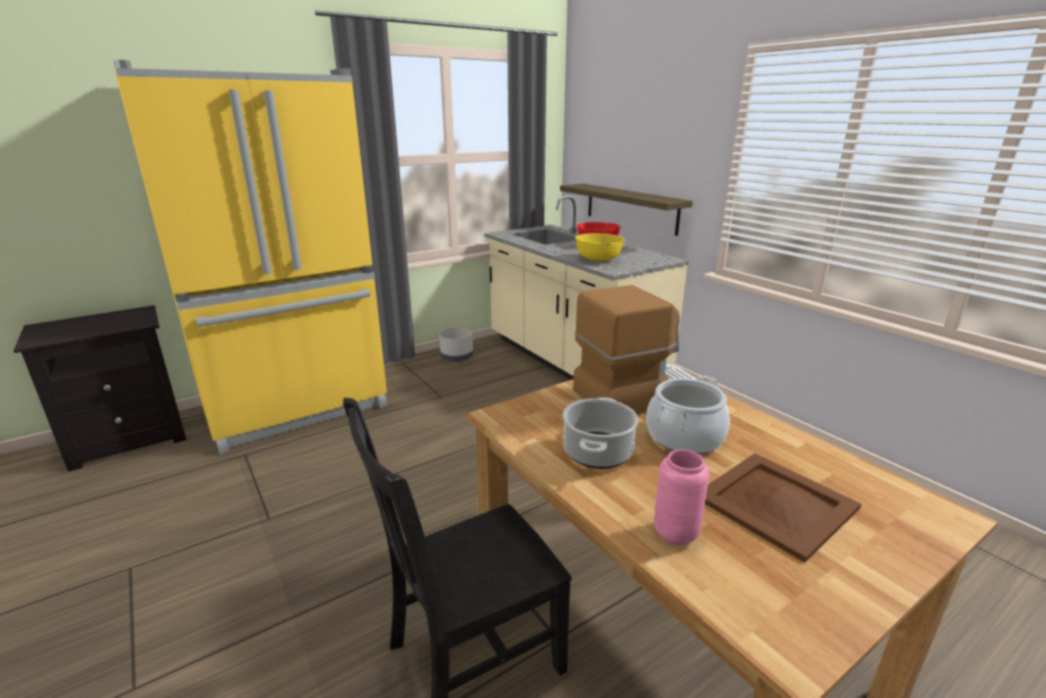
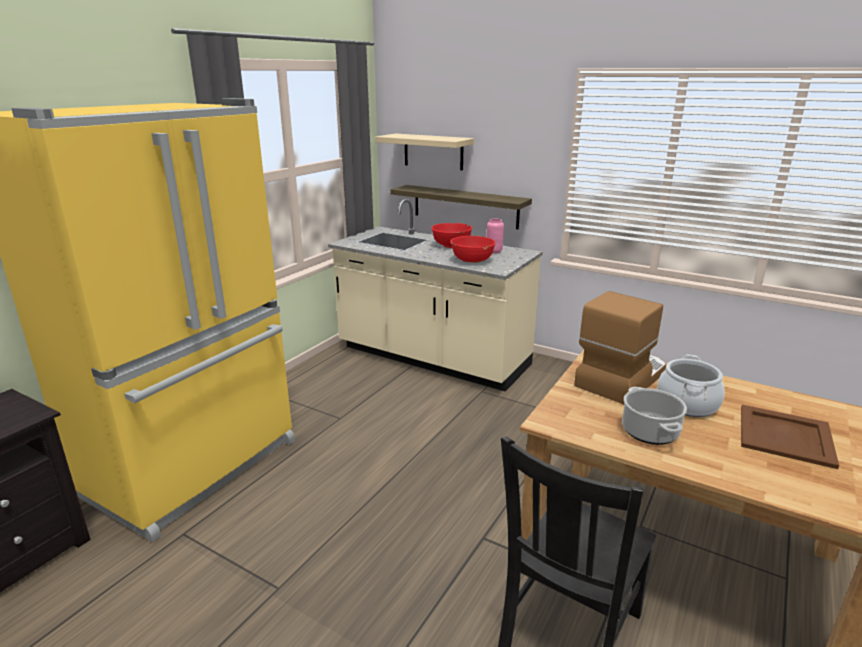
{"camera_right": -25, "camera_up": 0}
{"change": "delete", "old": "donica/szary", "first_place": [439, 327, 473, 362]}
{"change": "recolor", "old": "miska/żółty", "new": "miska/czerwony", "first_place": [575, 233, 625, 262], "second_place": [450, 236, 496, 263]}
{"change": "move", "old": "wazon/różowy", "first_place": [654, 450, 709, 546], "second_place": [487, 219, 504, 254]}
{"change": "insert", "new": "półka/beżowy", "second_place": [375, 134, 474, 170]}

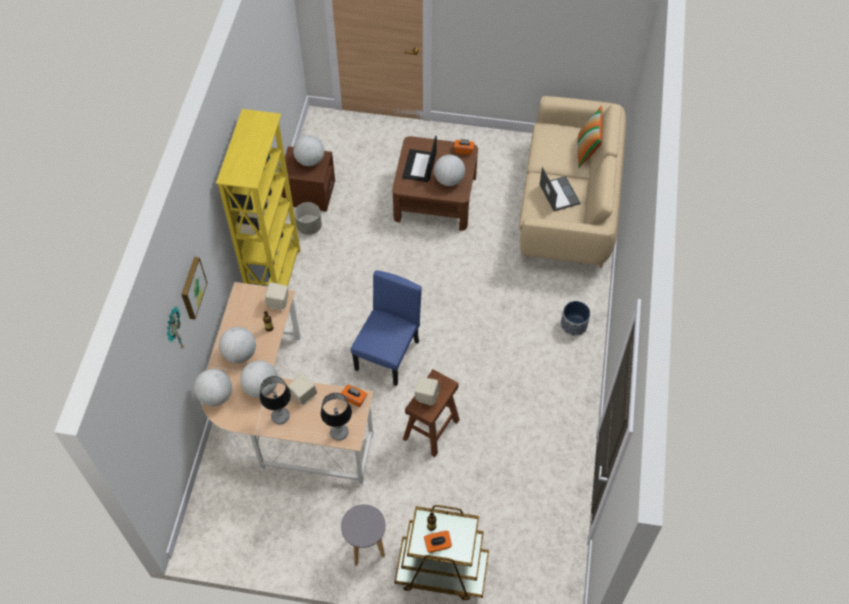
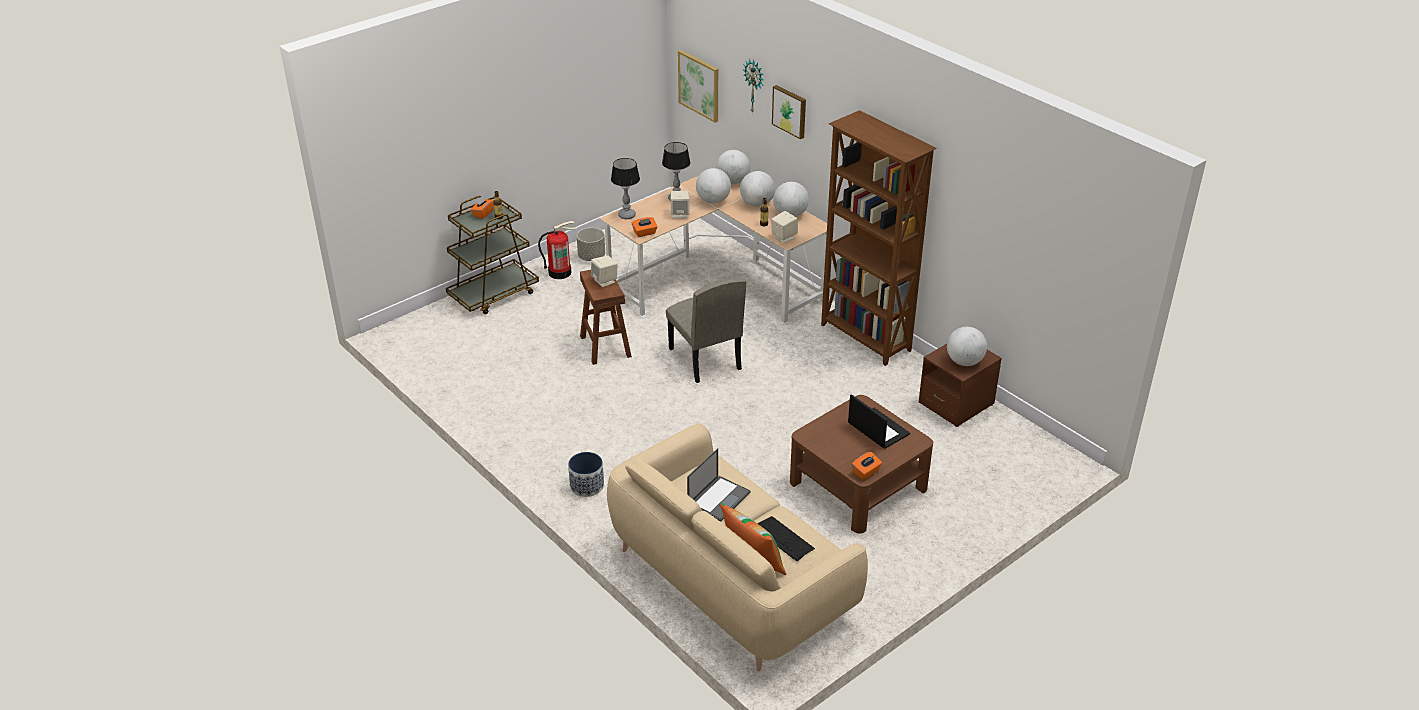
{"camera_right": 130, "camera_up": -20}
{"change": "recolor", "old": "regał/żółty", "new": "regał/brązowy", "first_place": [216, 109, 301, 287], "second_place": [821, 110, 937, 366]}
{"change": "move", "old": "donica/szary", "first_place": [294, 202, 322, 235], "second_place": [577, 228, 605, 261]}
{"change": "replace", "old": "stołek/szary", "new": "gaśnica", "first_place": [341, 504, 386, 566], "second_place": [538, 221, 577, 279]}
{"change": "recolor", "old": "krzesło/niebieski", "new": "krzesło/beżowy", "first_place": [351, 270, 422, 386], "second_place": [666, 278, 746, 383]}
{"change": "move", "old": "globus", "first_place": [434, 155, 465, 186], "second_place": [773, 182, 809, 217]}
{"change": "rotate", "old": "laptop", "first_place": [539, 167, 581, 212], "second_place": [687, 448, 751, 522], "degrees": -75}
{"change": "insert", "new": "obraz", "second_place": [678, 50, 718, 123]}
{"change": "insert", "new": "klawiatura", "second_place": [757, 516, 815, 561]}

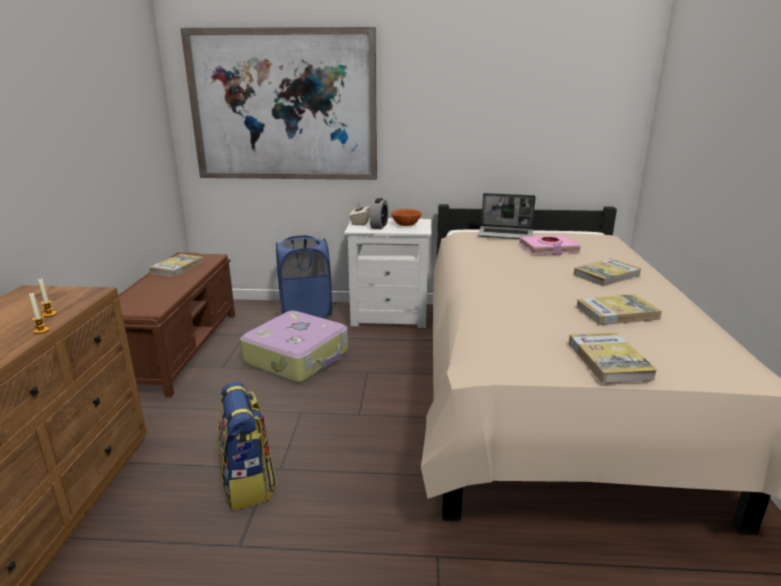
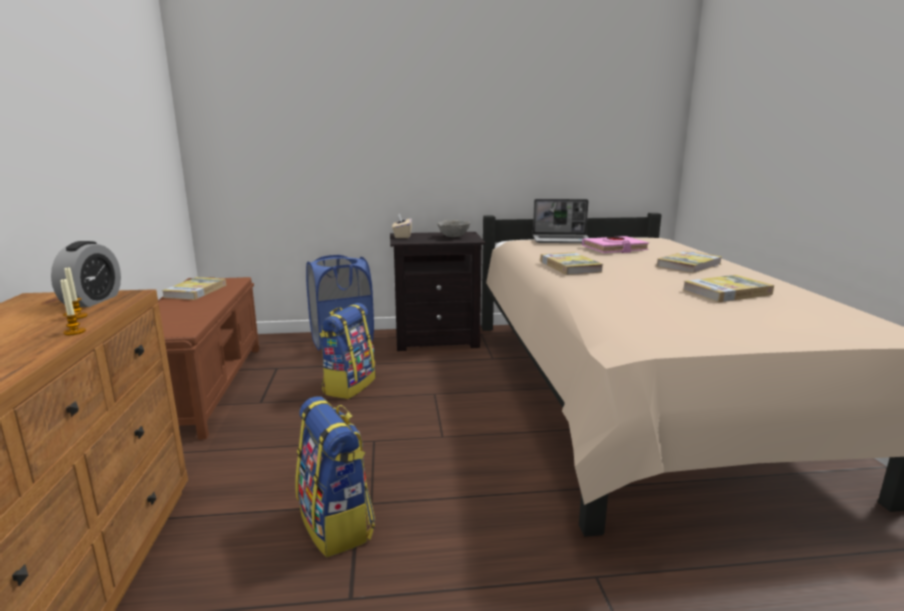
{"camera_right": -10, "camera_up": -5}
{"change": "delete", "old": "obraz", "first_place": [180, 27, 377, 180]}
{"change": "replace", "old": "walizka", "new": "plecak", "first_place": [240, 311, 348, 382], "second_place": [320, 303, 376, 399]}
{"change": "recolor", "old": "szafka nocna/biały", "new": "szafka nocna/czarny", "first_place": [344, 218, 432, 328], "second_place": [390, 232, 486, 351]}
{"change": "move", "old": "budzik", "first_place": [370, 198, 388, 229], "second_place": [51, 241, 121, 307]}
{"change": "recolor", "old": "miska/pomarańczowy", "new": "miska/szary", "first_place": [391, 209, 422, 226], "second_place": [437, 220, 470, 237]}
{"change": "move", "old": "książka", "first_place": [569, 332, 657, 383], "second_place": [540, 252, 603, 275]}

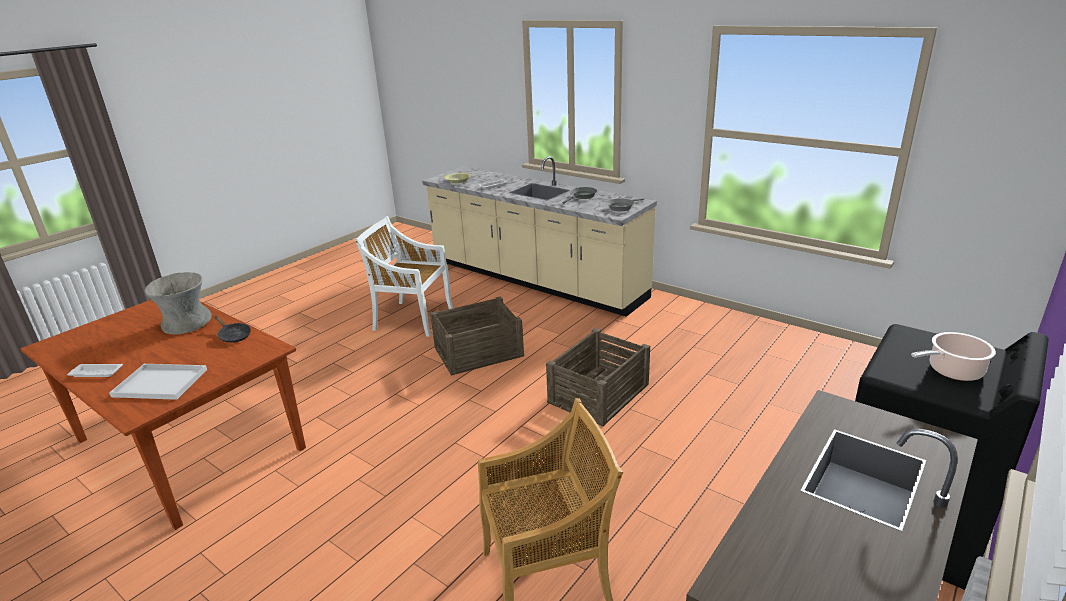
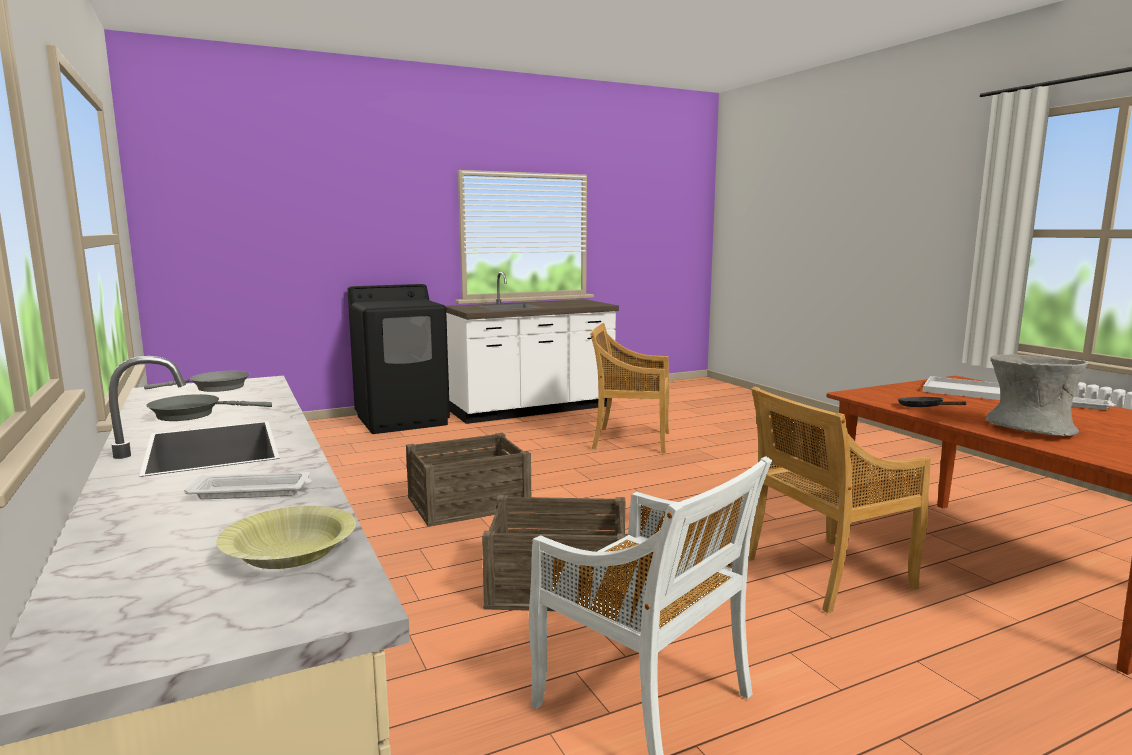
{"camera_right": -155, "camera_up": -15}
{"change": "delete", "old": "garnek", "first_place": [911, 332, 996, 381]}
{"change": "insert", "new": "krzesło/beżowy", "second_place": [749, 387, 931, 613]}

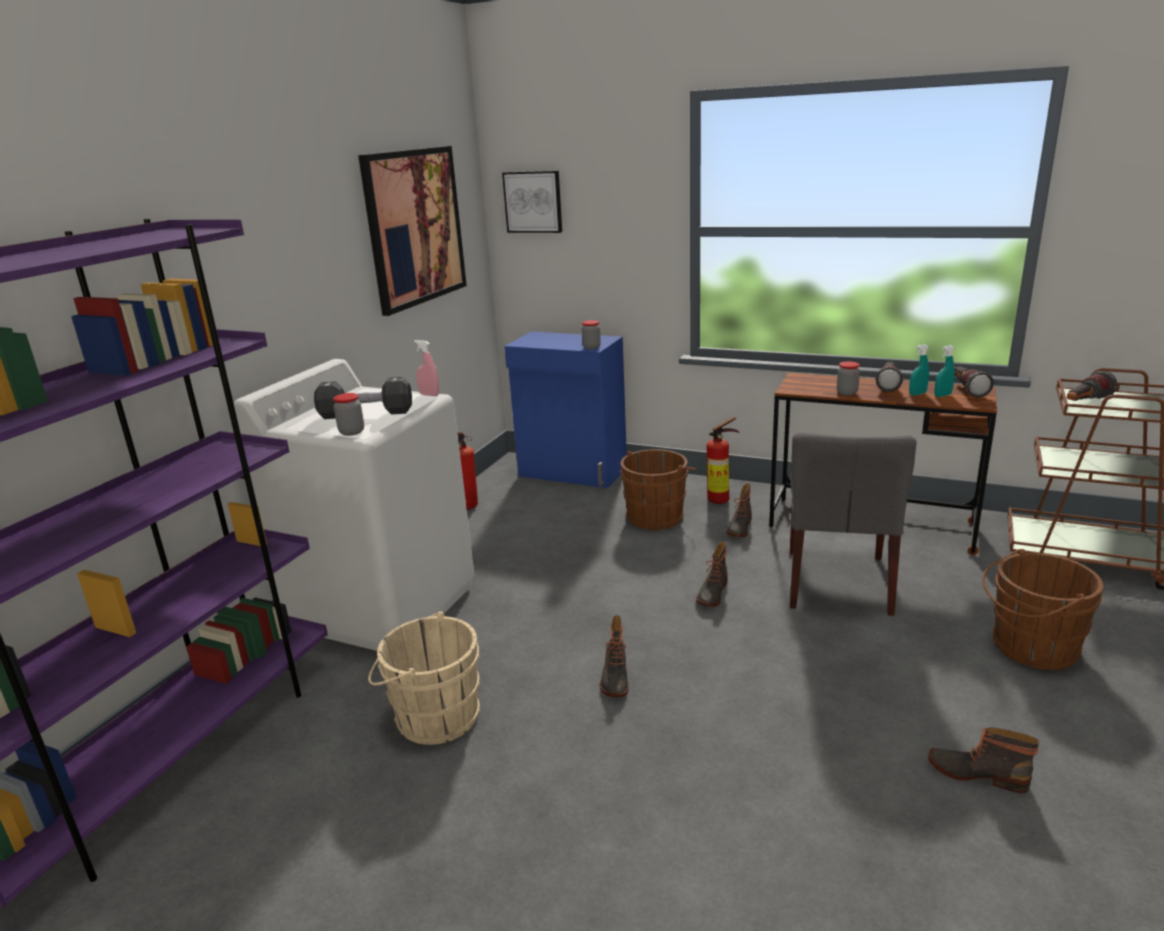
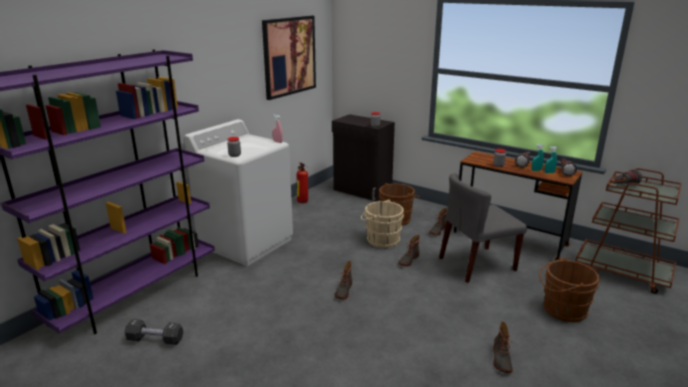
{"camera_right": 10, "camera_up": 0}
{"change": "move", "old": "hantel/czarny", "first_place": [314, 377, 412, 419], "second_place": [125, 319, 183, 345]}
{"change": "move", "old": "wiadro/beżowy", "first_place": [368, 612, 480, 745], "second_place": [361, 200, 404, 248]}
{"change": "delete", "old": "obraz", "first_place": [502, 171, 562, 233]}
{"change": "recolor", "old": "szafka/niebieski", "new": "szafka/czarny", "first_place": [504, 332, 627, 488], "second_place": [332, 114, 395, 202]}
{"change": "delete", "old": "gaśnica", "first_place": [706, 417, 740, 504]}
{"change": "rotate", "old": "krzesło/szary", "first_place": [790, 432, 917, 616], "second_place": [439, 173, 527, 283], "degrees": 45}
{"change": "rotate", "old": "but z cholewką", "first_place": [928, 727, 1040, 793], "second_place": [493, 322, 513, 373], "degrees": -120}

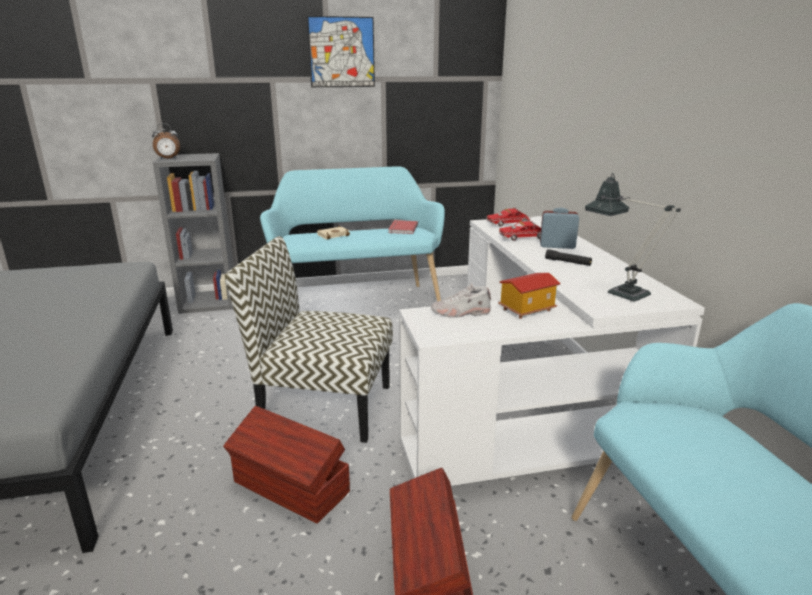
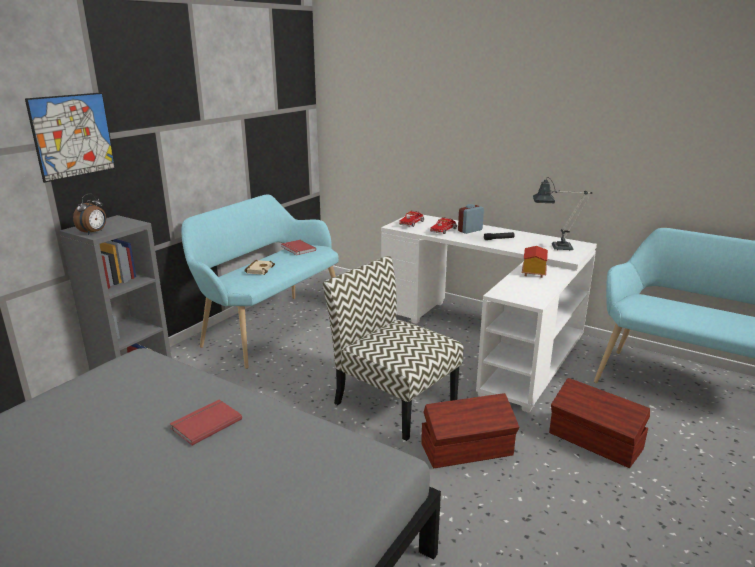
{"camera_right": -45, "camera_up": 0}
{"change": "rotate", "old": "krzesło", "first_place": [225, 236, 393, 443], "second_place": [323, 256, 463, 441], "degrees": 75}
{"change": "move", "old": "obraz", "first_place": [307, 16, 375, 87], "second_place": [25, 92, 116, 183]}
{"change": "delete", "old": "but/biały", "first_place": [431, 282, 491, 318]}
{"change": "insert", "new": "książka/czerwony", "second_place": [170, 400, 242, 446]}

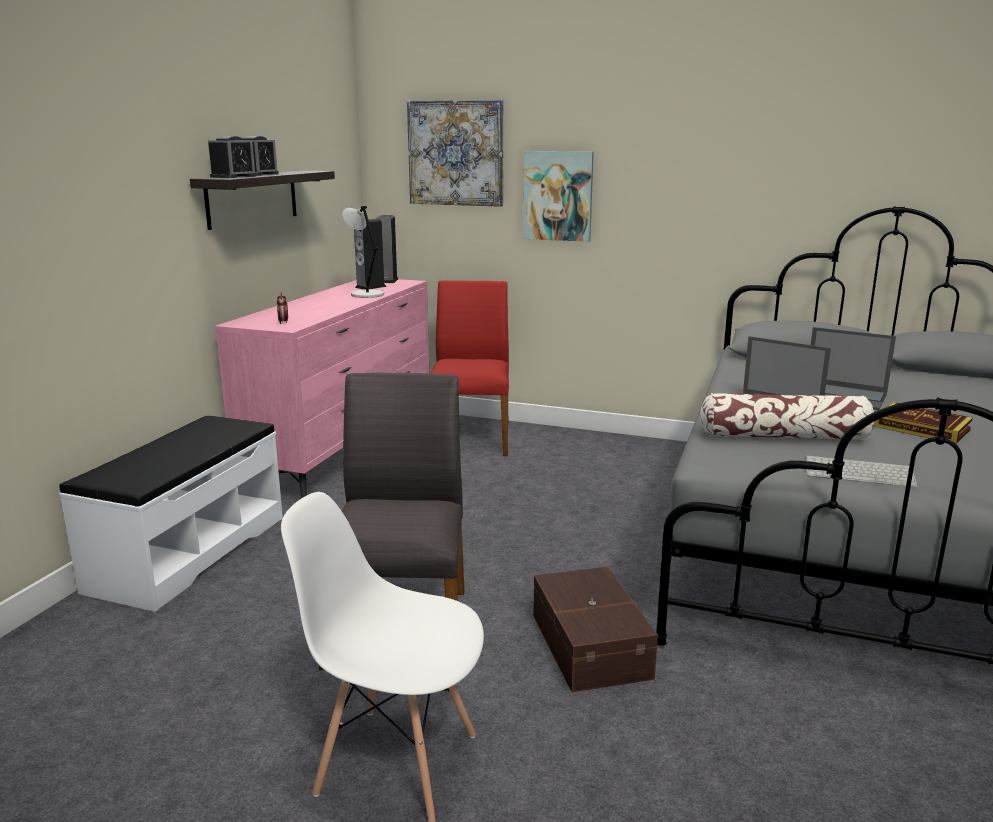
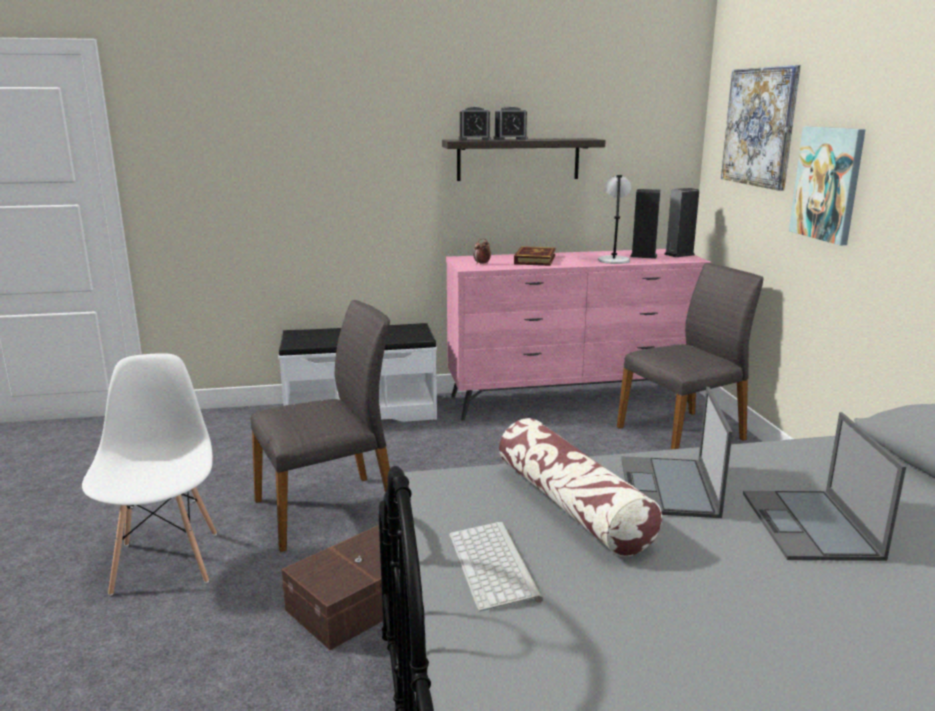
{"camera_right": 60, "camera_up": 0}
{"change": "recolor", "old": "krzesło/czerwony", "new": "krzesło/szary", "first_place": [430, 280, 509, 456], "second_place": [617, 263, 764, 449]}
{"change": "move", "old": "książka", "first_place": [874, 402, 973, 444], "second_place": [514, 246, 556, 266]}

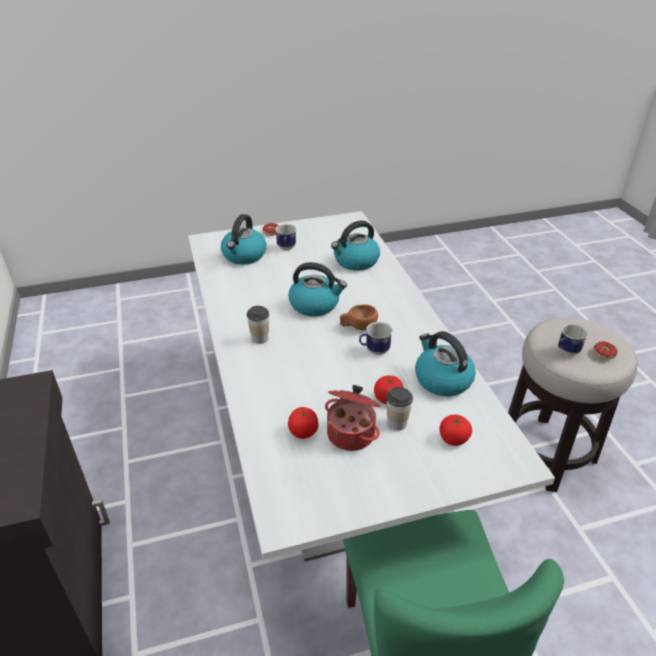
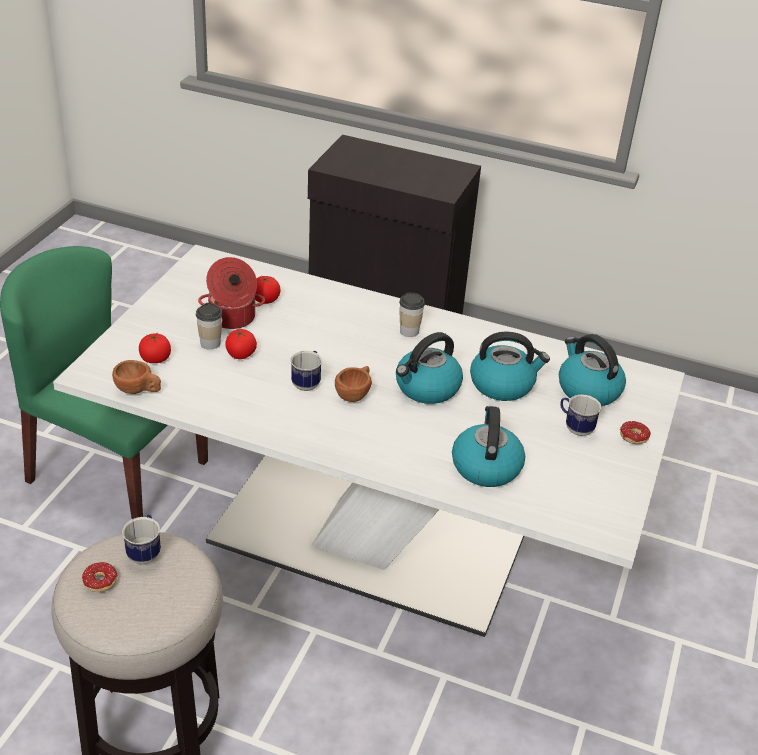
{"camera_right": 125, "camera_up": 0}
{"change": "move", "old": "czajnik", "first_place": [415, 331, 476, 396], "second_place": [470, 332, 550, 401]}
{"change": "insert", "new": "filiżanka/brązowy", "second_place": [112, 360, 161, 394]}

